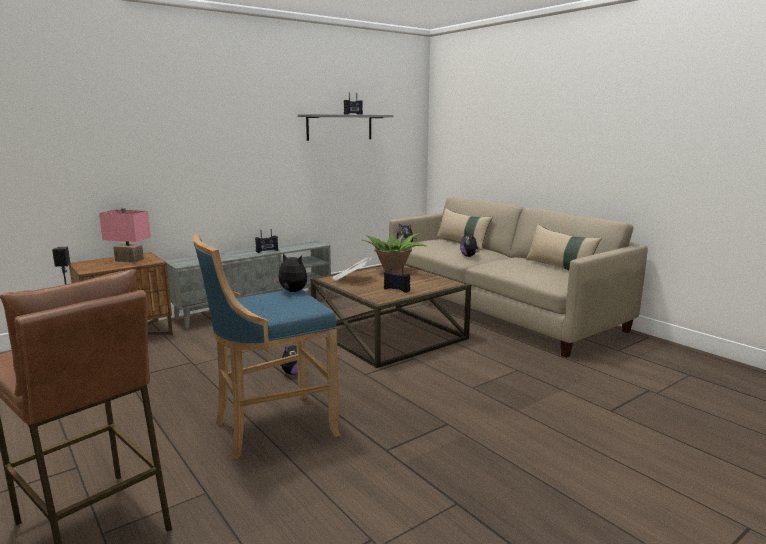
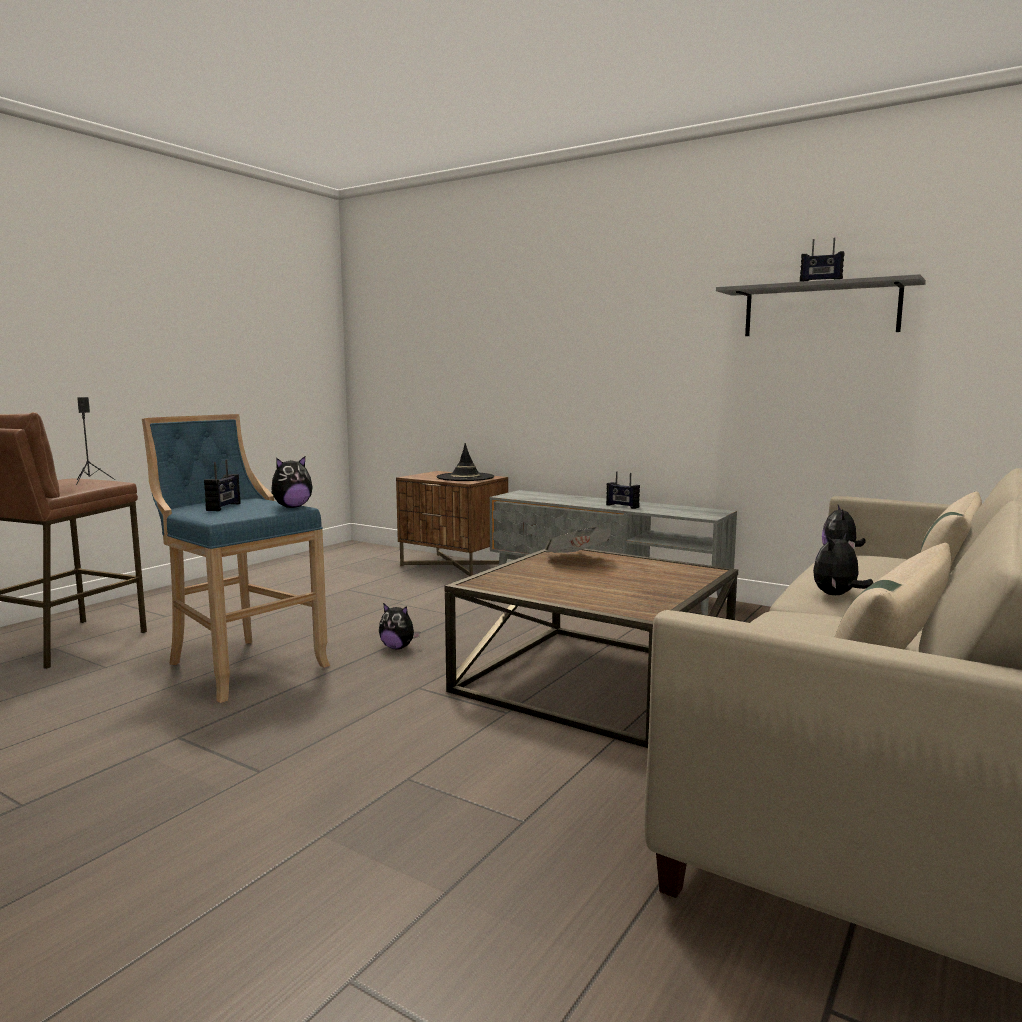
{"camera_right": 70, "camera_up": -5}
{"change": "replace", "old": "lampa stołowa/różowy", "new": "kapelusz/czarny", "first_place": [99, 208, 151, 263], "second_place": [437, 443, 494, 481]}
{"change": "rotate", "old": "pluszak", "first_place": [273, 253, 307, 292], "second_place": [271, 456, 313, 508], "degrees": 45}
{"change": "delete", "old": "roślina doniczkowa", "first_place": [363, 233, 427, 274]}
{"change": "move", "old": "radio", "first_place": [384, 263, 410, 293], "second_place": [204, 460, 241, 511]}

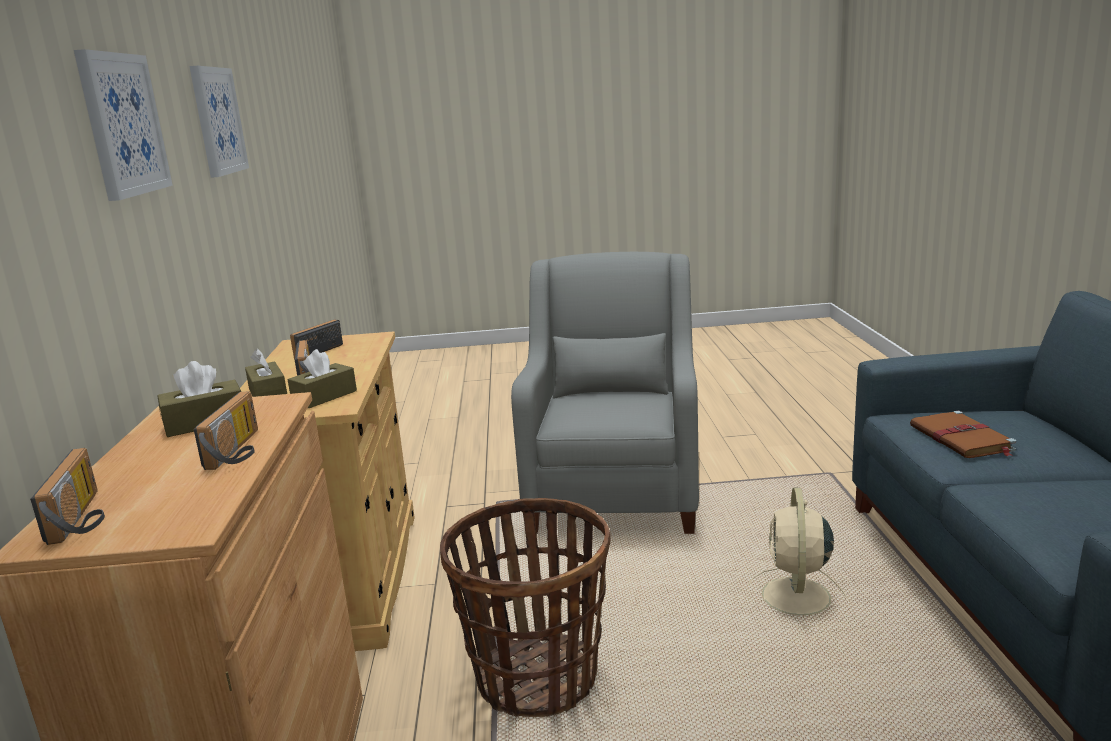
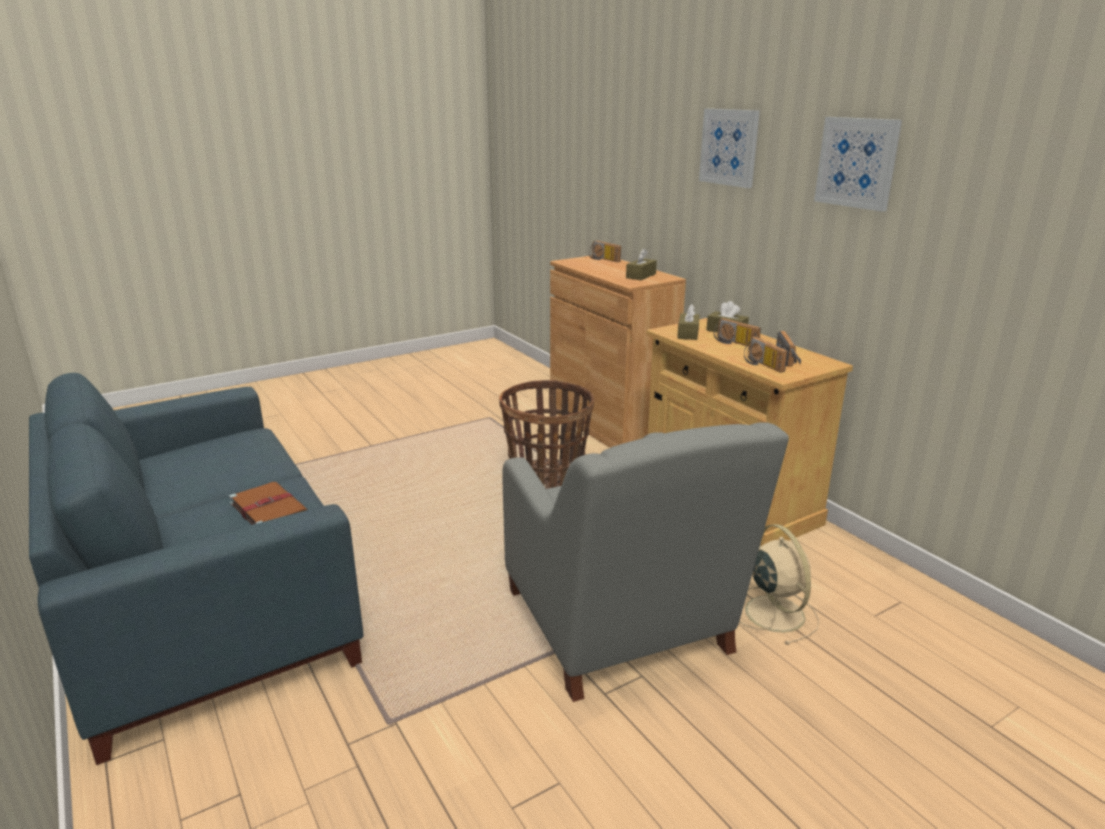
{"camera_right": 150, "camera_up": 5}
{"change": "move", "old": "radio", "first_place": [194, 391, 258, 470], "second_place": [744, 337, 788, 373]}
{"change": "move", "old": "wentylator/beżowy", "first_place": [748, 488, 848, 627], "second_place": [739, 524, 819, 645]}

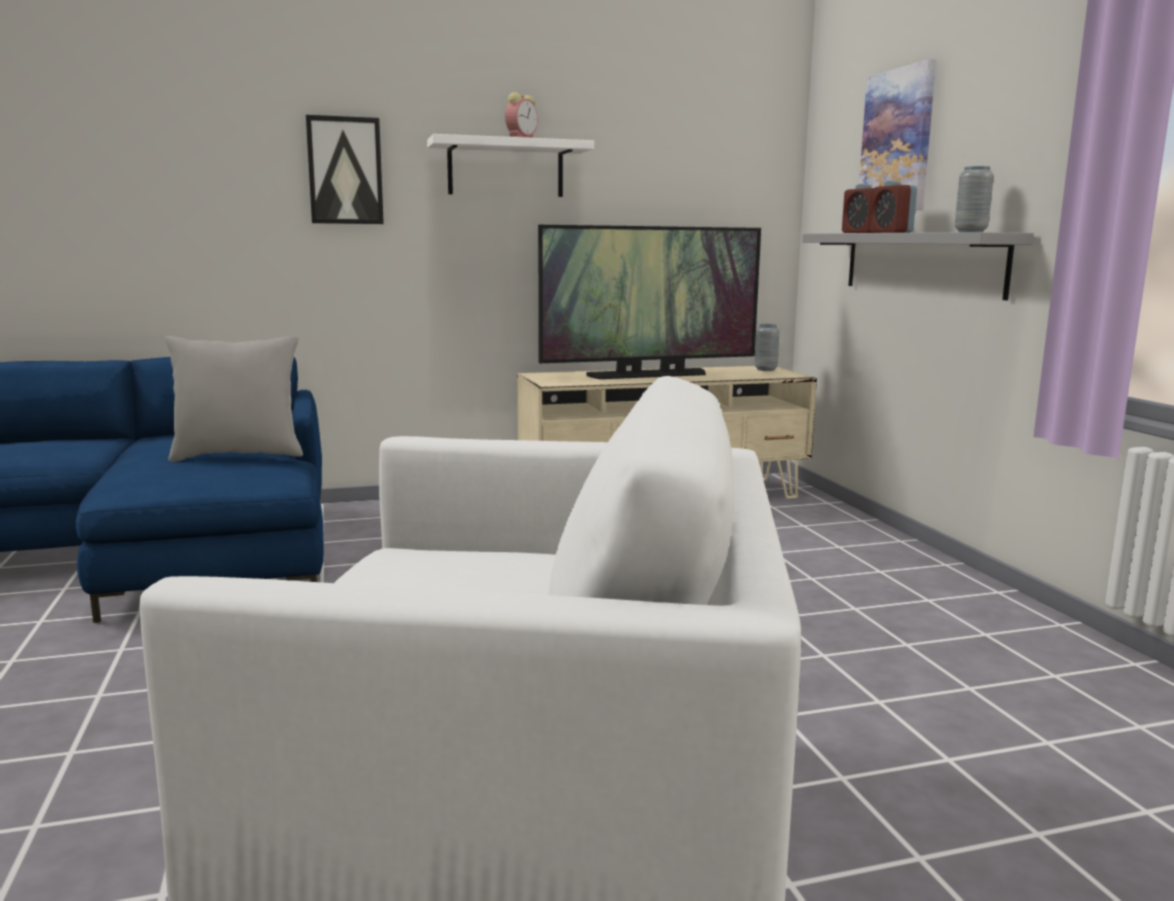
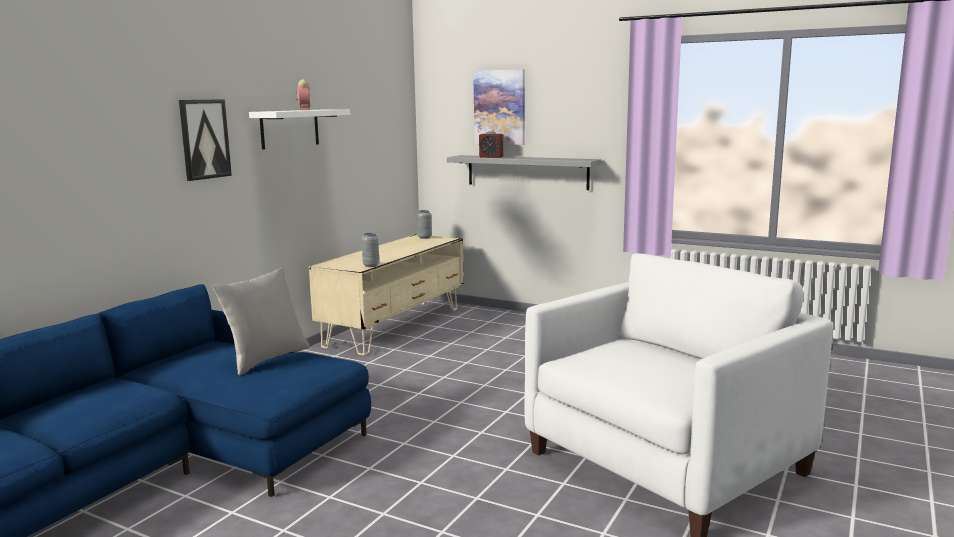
{"camera_right": -45, "camera_up": 0}
{"change": "delete", "old": "telewizor", "first_place": [538, 225, 761, 379]}
{"change": "delete", "old": "budzik", "first_place": [870, 181, 917, 233]}
{"change": "move", "old": "wazon/szary", "first_place": [955, 166, 994, 232], "second_place": [362, 233, 379, 267]}

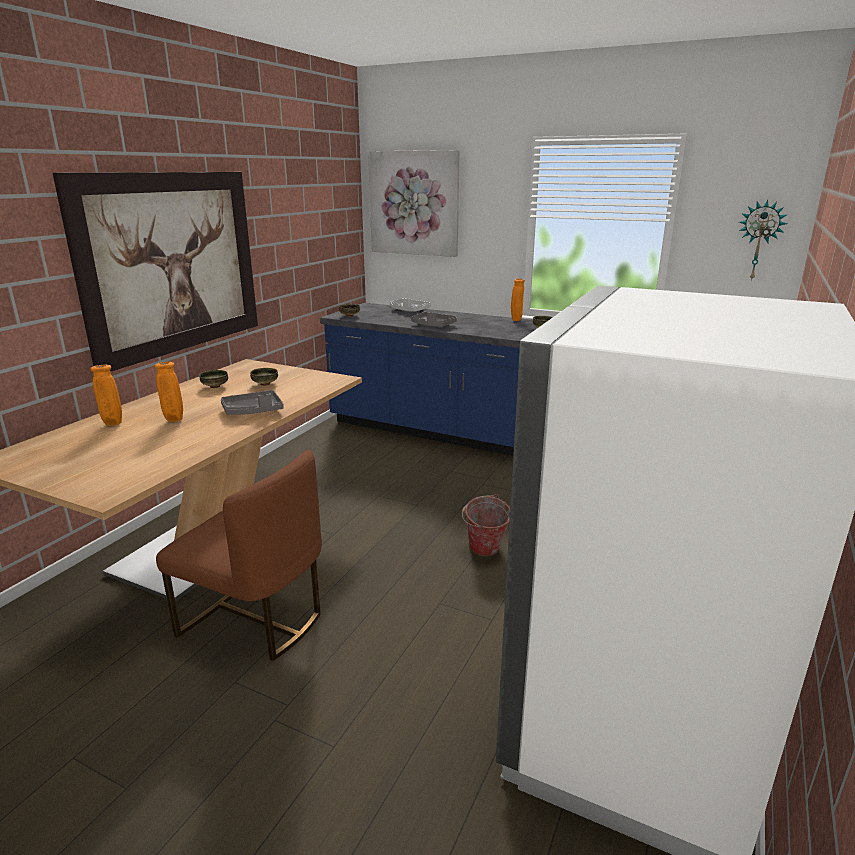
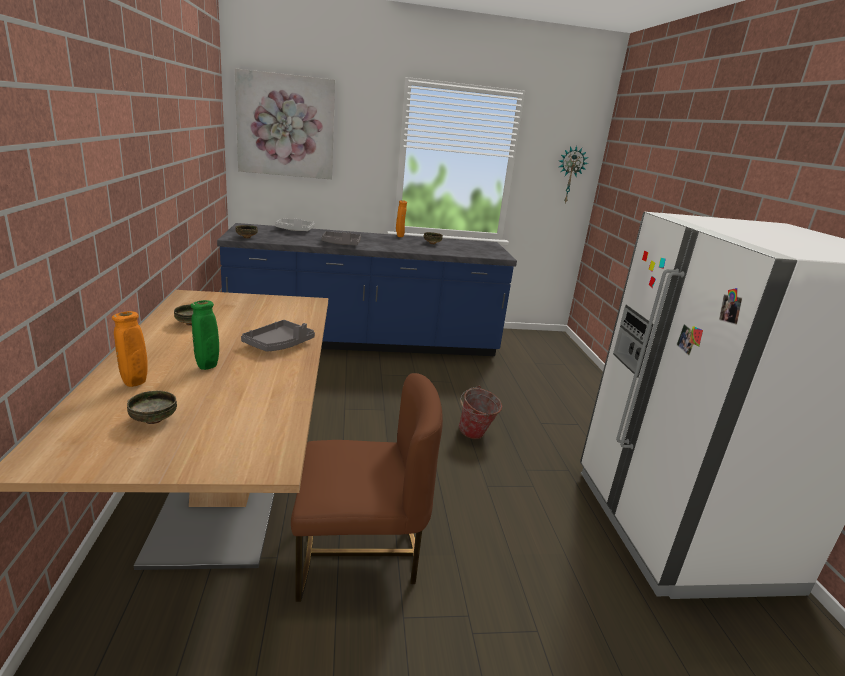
{"camera_right": -35, "camera_up": 0}
{"change": "delete", "old": "obraz", "first_place": [53, 172, 258, 371]}
{"change": "recolor", "old": "wazon/pomarańczowy", "new": "wazon/zielony", "first_place": [154, 362, 183, 422], "second_place": [191, 300, 219, 370]}
{"change": "move", "old": "miska", "first_place": [250, 368, 278, 386], "second_place": [127, 390, 177, 424]}

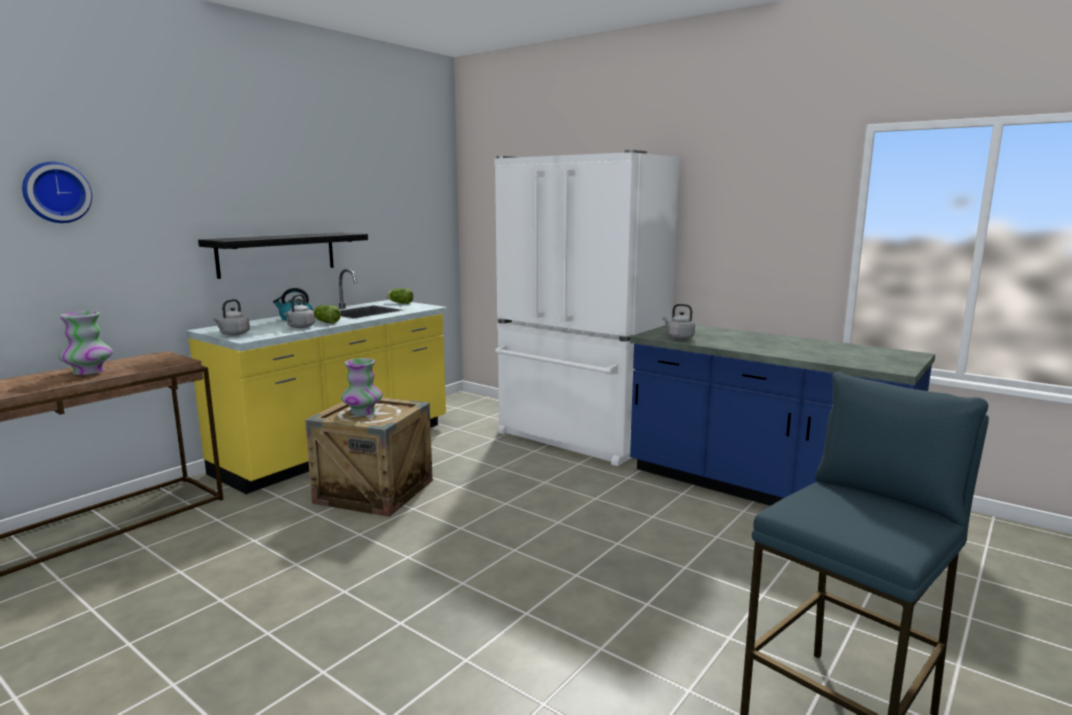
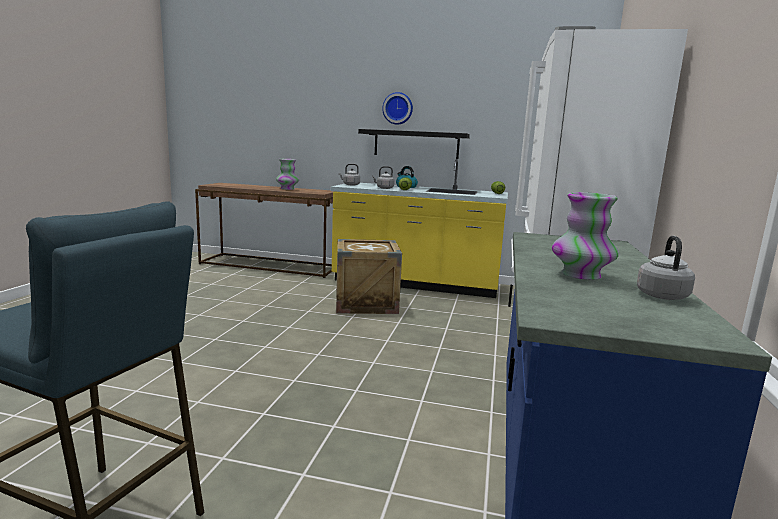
{"camera_right": 65, "camera_up": 0}
{"change": "move", "old": "zegar ścienny", "first_place": [22, 162, 92, 223], "second_place": [382, 92, 413, 125]}
{"change": "move", "old": "wazon", "first_place": [341, 358, 383, 415], "second_place": [552, 192, 619, 280]}
{"change": "move", "old": "czajnik/szary", "first_place": [663, 304, 695, 339], "second_place": [637, 236, 695, 300]}

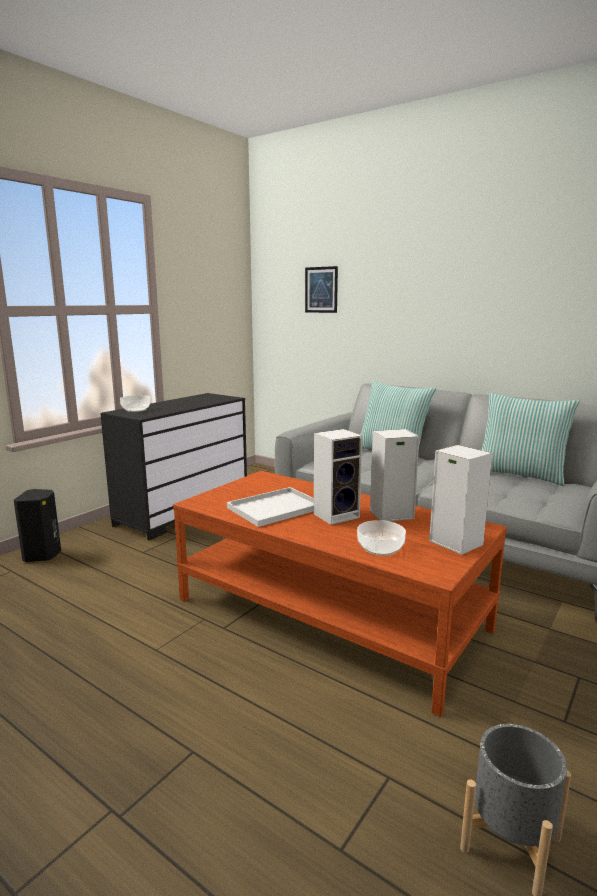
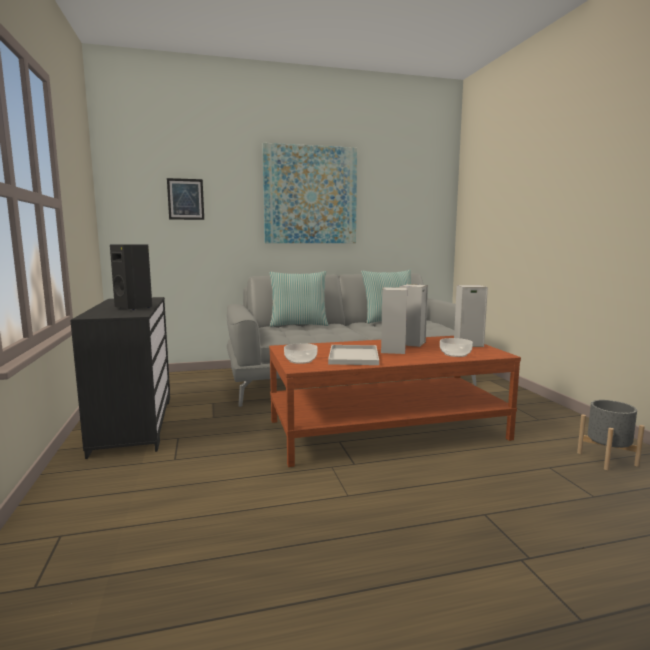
{"camera_right": -50, "camera_up": -5}
{"change": "move", "old": "głośnik/czarny", "first_place": [14, 489, 61, 562], "second_place": [110, 244, 152, 310]}
{"change": "move", "old": "miska", "first_place": [120, 395, 150, 412], "second_place": [284, 343, 317, 364]}
{"change": "insert", "new": "obraz", "second_place": [262, 143, 357, 243]}

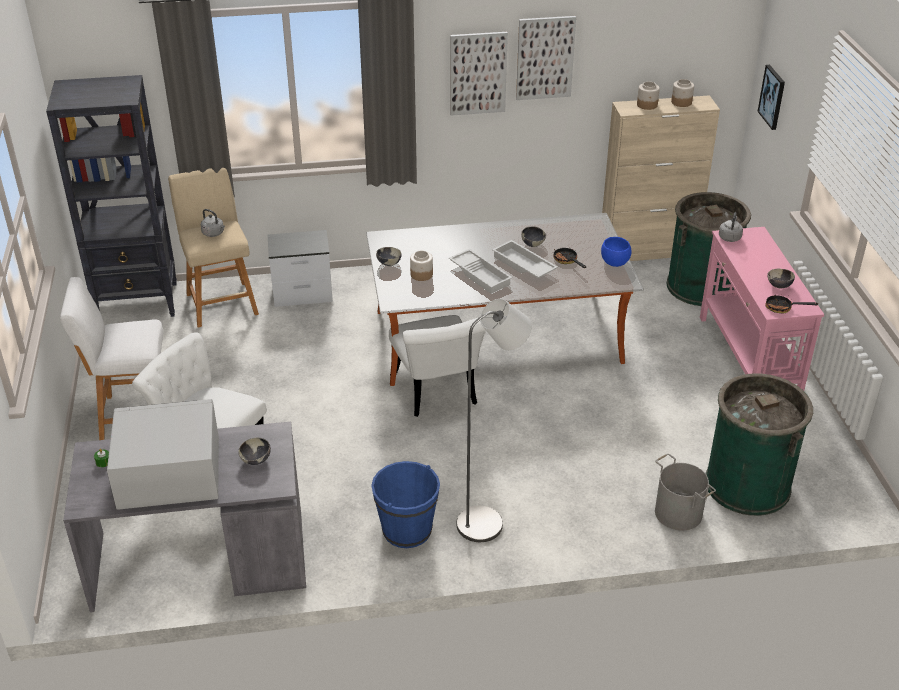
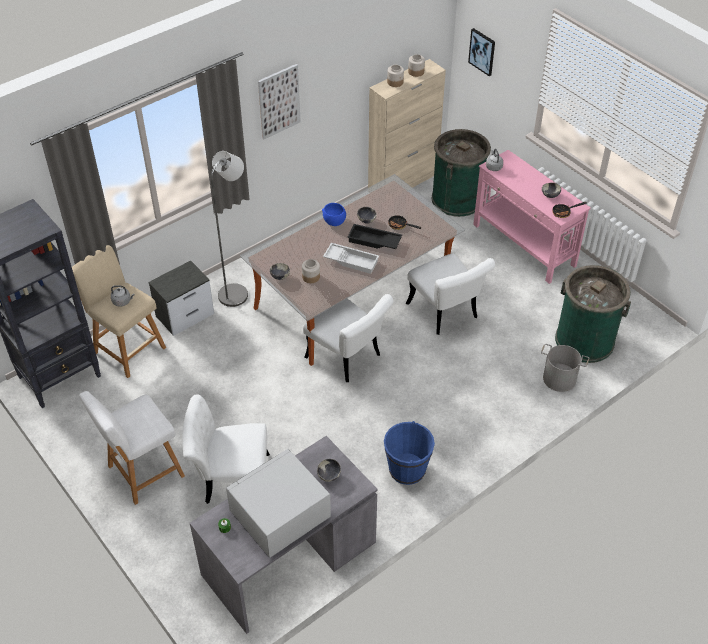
{"camera_right": -30, "camera_up": 10}
{"change": "move", "old": "lampa stojąca/szary", "first_place": [457, 299, 532, 542], "second_place": [211, 151, 248, 307]}
{"change": "recolor", "old": "taca/biały", "new": "taca/czarny", "first_place": [492, 240, 558, 278], "second_place": [347, 224, 402, 249]}
{"change": "delete", "old": "obraz", "first_place": [516, 16, 576, 100]}
{"change": "move", "old": "miska/niebieski", "first_place": [601, 237, 632, 267], "second_place": [322, 203, 346, 226]}
{"change": "insert", "new": "krzesło/biały", "second_place": [406, 253, 495, 335]}

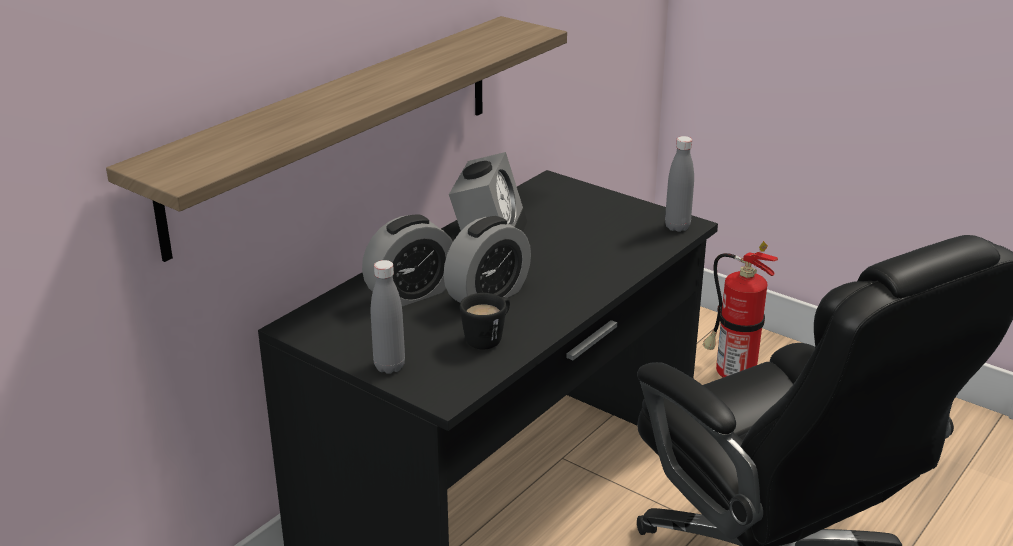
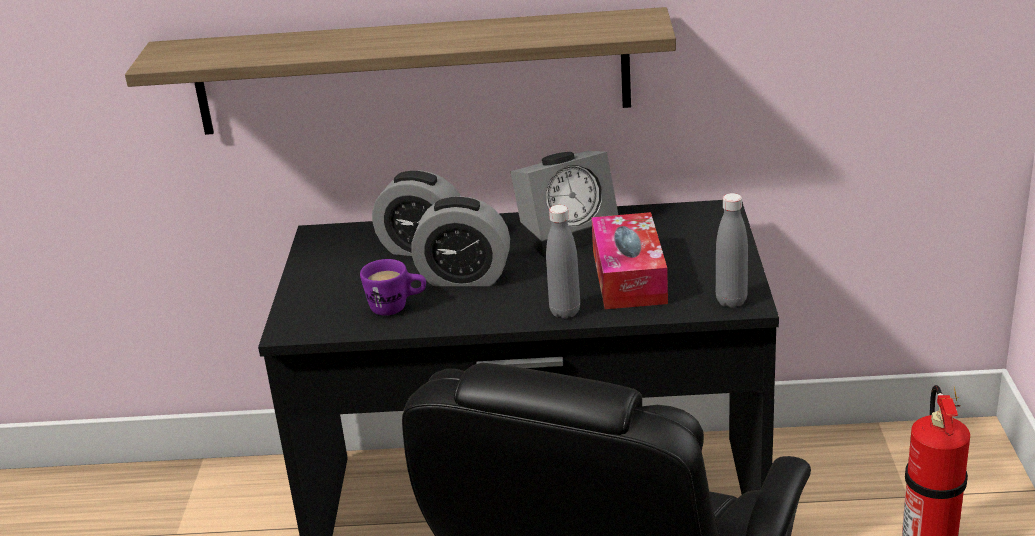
{"camera_right": 55, "camera_up": 0}
{"change": "move", "old": "butelka/szary", "first_place": [371, 260, 405, 374], "second_place": [546, 205, 580, 319]}
{"change": "recolor", "old": "kubek/czarny", "new": "kubek/fioletowy", "first_place": [460, 293, 510, 349], "second_place": [360, 259, 426, 316]}
{"change": "insert", "new": "pudełko chusteczek", "second_place": [591, 212, 668, 309]}

